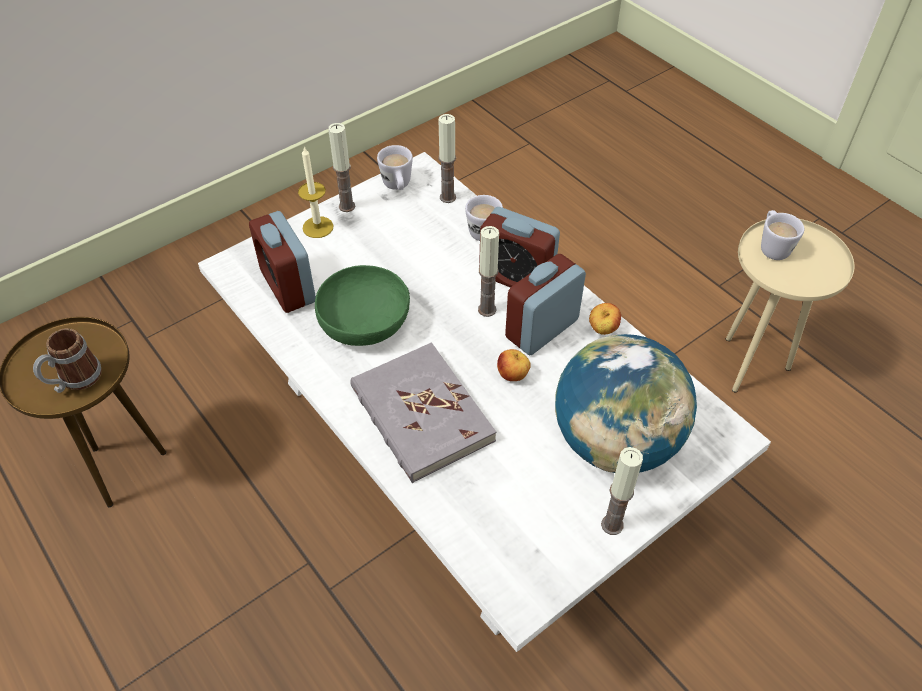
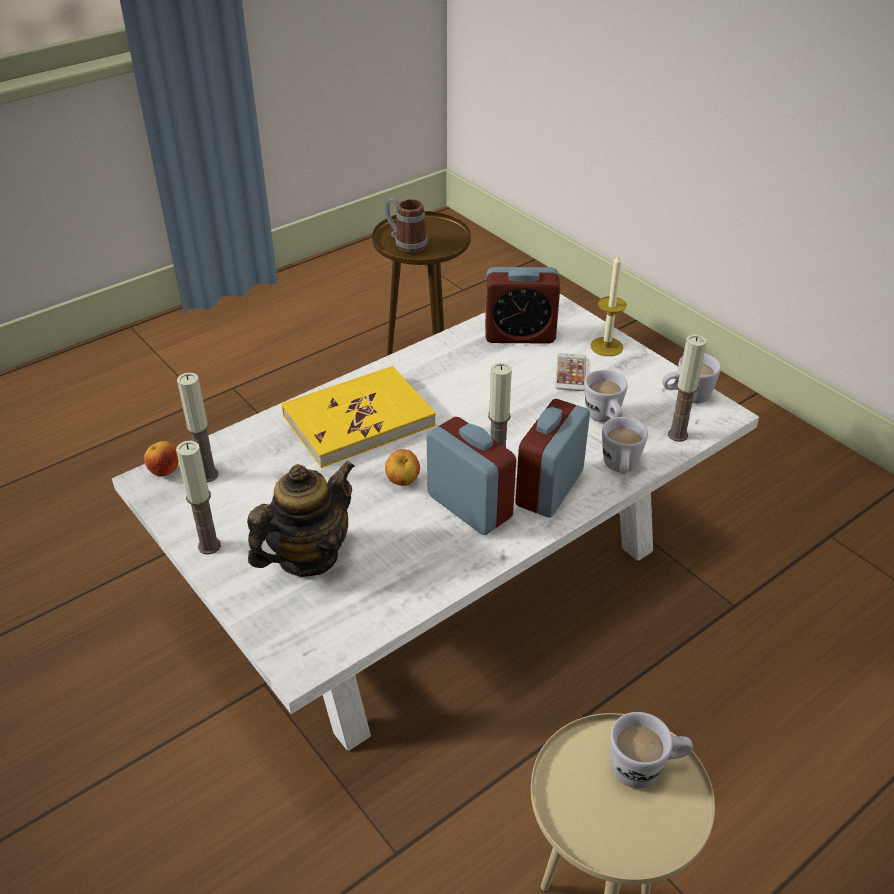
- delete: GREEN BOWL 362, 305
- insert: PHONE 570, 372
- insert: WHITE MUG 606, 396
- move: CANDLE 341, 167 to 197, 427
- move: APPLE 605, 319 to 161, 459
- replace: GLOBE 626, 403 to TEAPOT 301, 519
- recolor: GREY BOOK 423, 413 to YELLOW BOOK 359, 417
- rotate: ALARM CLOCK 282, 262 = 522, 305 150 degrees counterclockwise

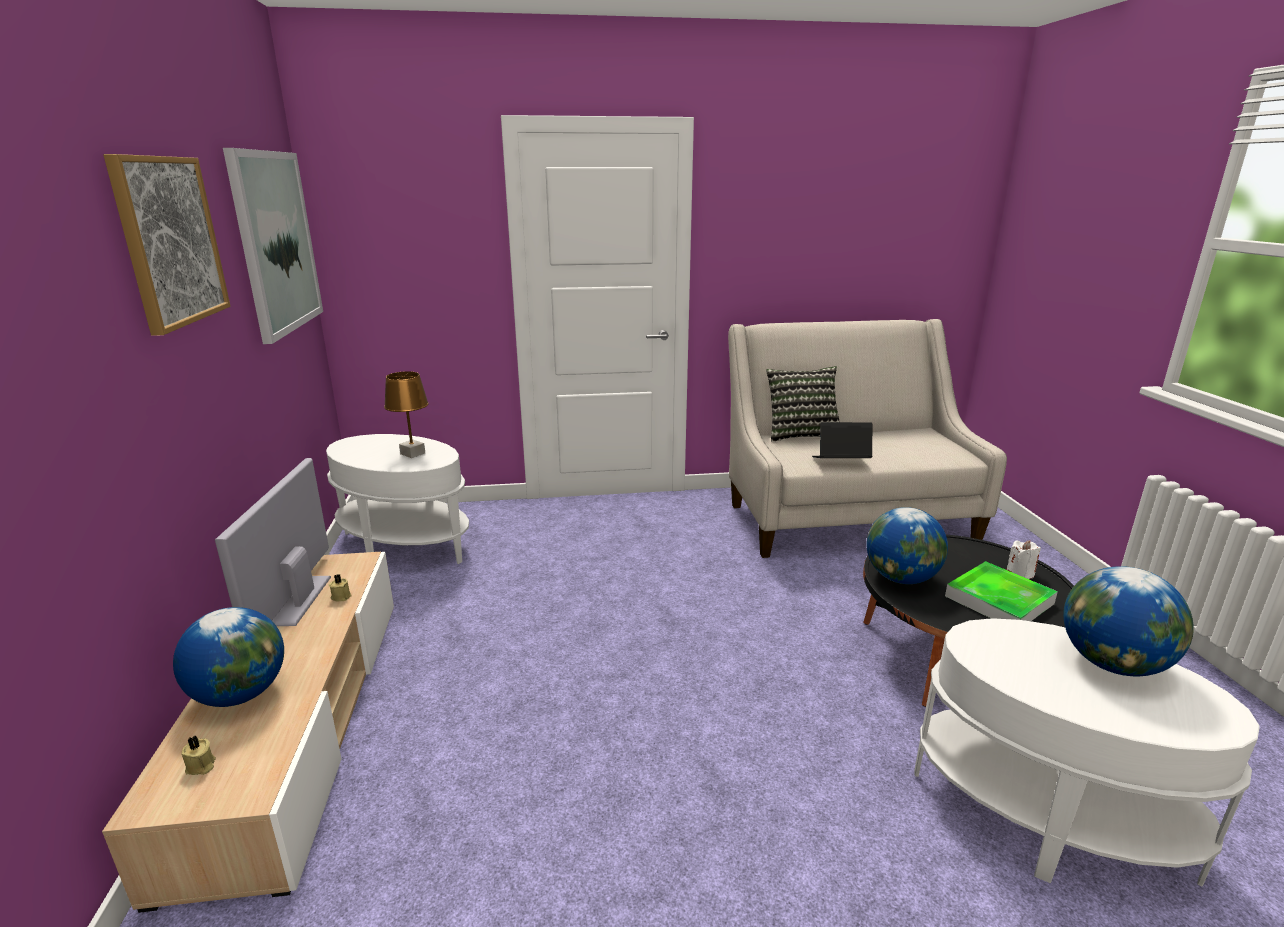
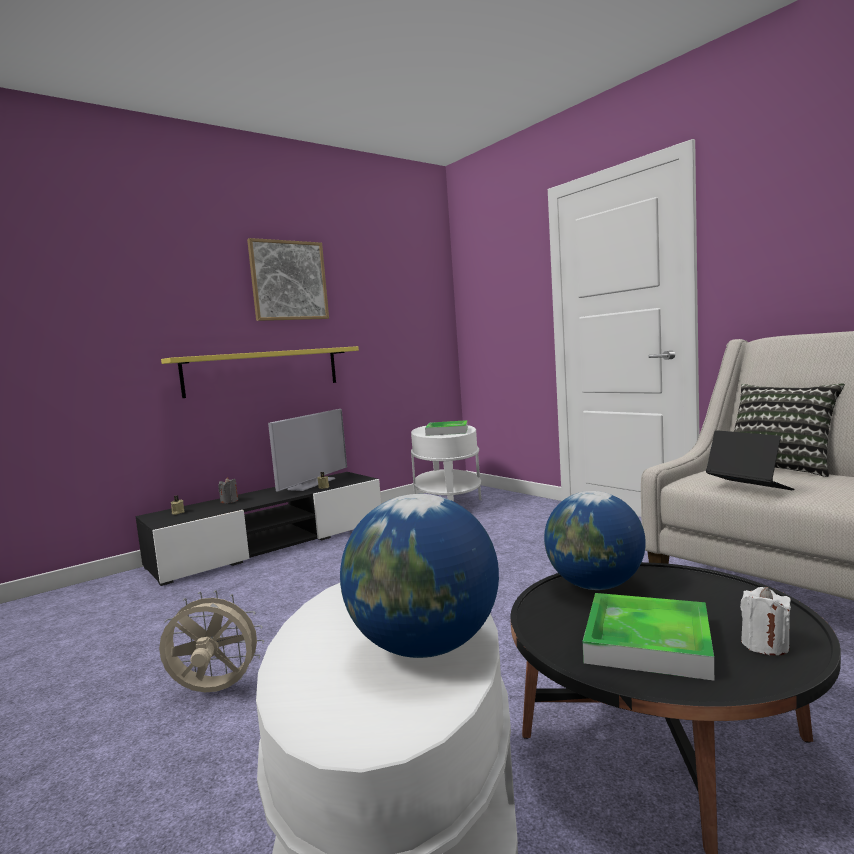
- delete: PICTURE 273, 246
- insert: BEIGE FAN 211, 641
- insert: YELLOW SHELF 260, 372
- replace: GLOBE 228, 657 to GREY CANDLE 228, 490
- replace: BROWN TABLE LAMP 406, 414 to TRAY 446, 428
- recolor: BEIGE TV STAND 248, 732 to BLACK TV STAND 258, 529
- rotate: TELEVISION 273, 542 = 307, 450 150 degrees clockwise

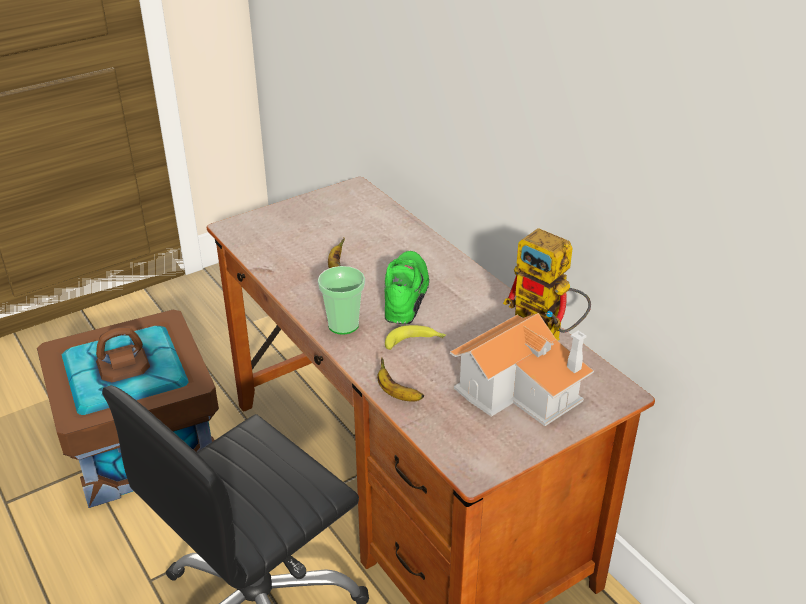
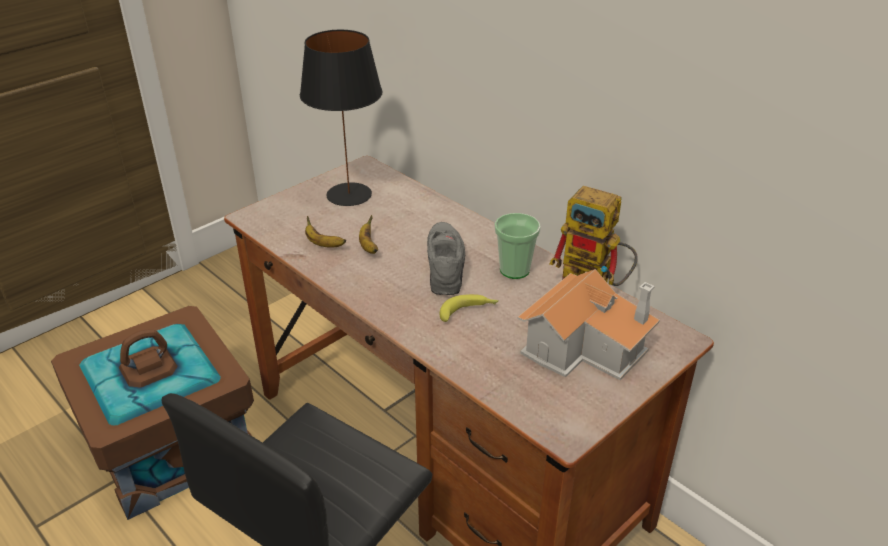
- insert: BLACK TABLE LAMP 341, 118
- move: CUP 341, 300 to 518, 246
- move: BANANA 400, 379 to 325, 232
- recolor: GREEN SHOE 406, 287 to GREY SHOE 446, 258

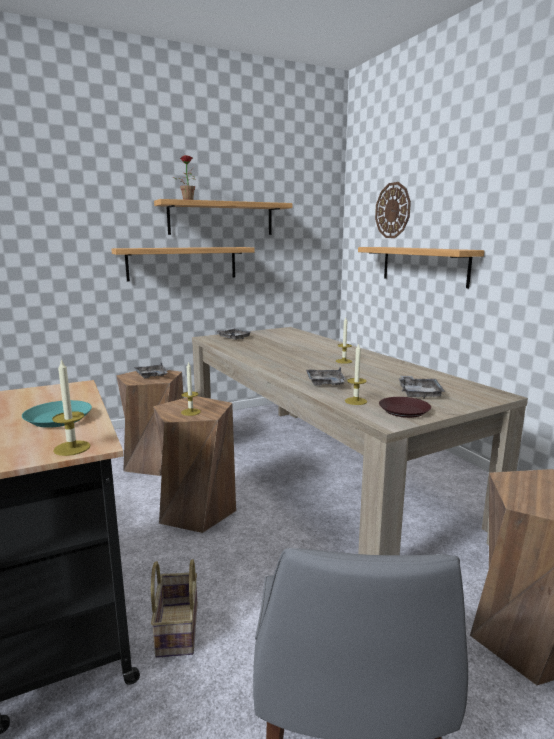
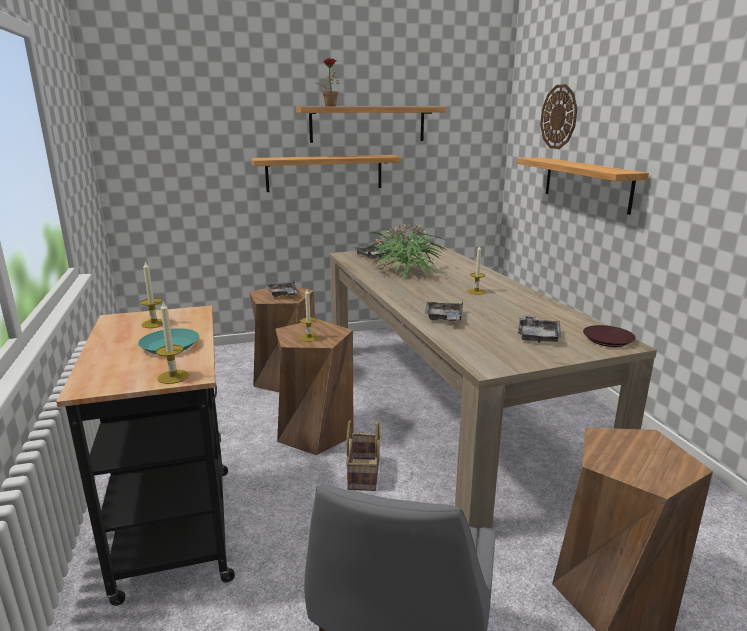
- insert: POTTED PLANT 404, 252
- move: BASKET 174, 608 to 363, 455
- move: CANDLE 356, 374 to 151, 295
- move: BROWN PLATE 405, 407 to 609, 336

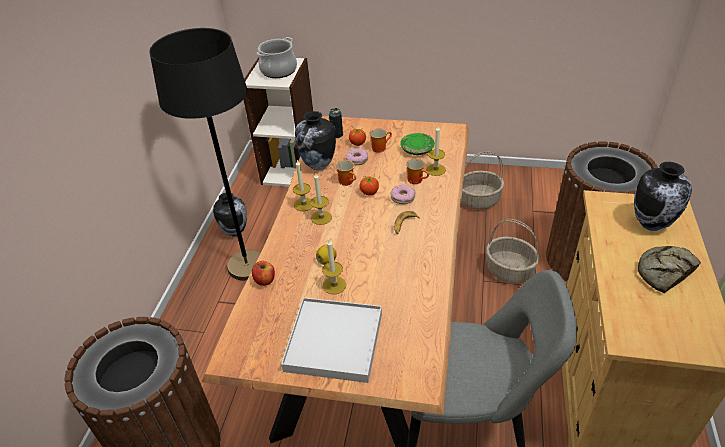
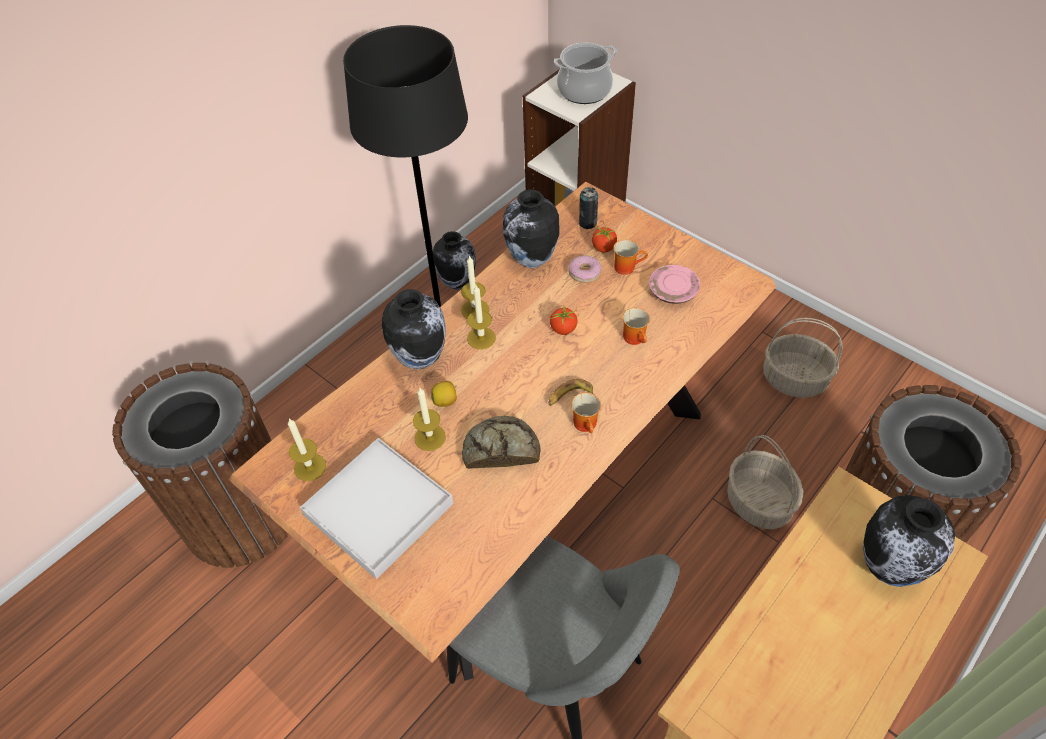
- delete: APPLE 263, 273
- delete: DONUT 403, 194
- insert: VASE 414, 329
- move: MUG 346, 173 to 586, 413
- move: CANDLE 436, 151 to 307, 449
- move: BREAD 669, 269 to 501, 442
- recolor: GREEN PLATE 417, 144 to PINK PLATE 674, 284

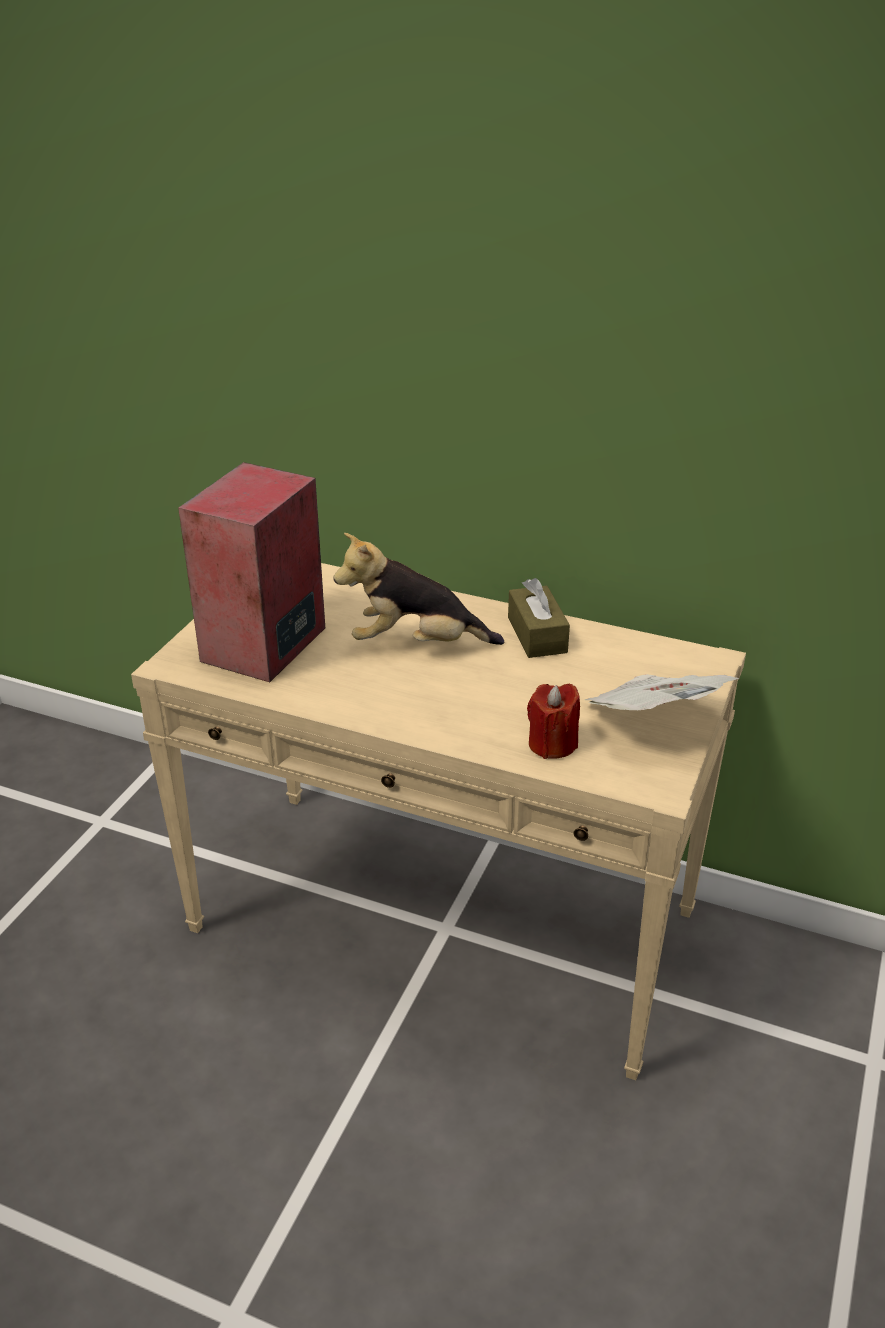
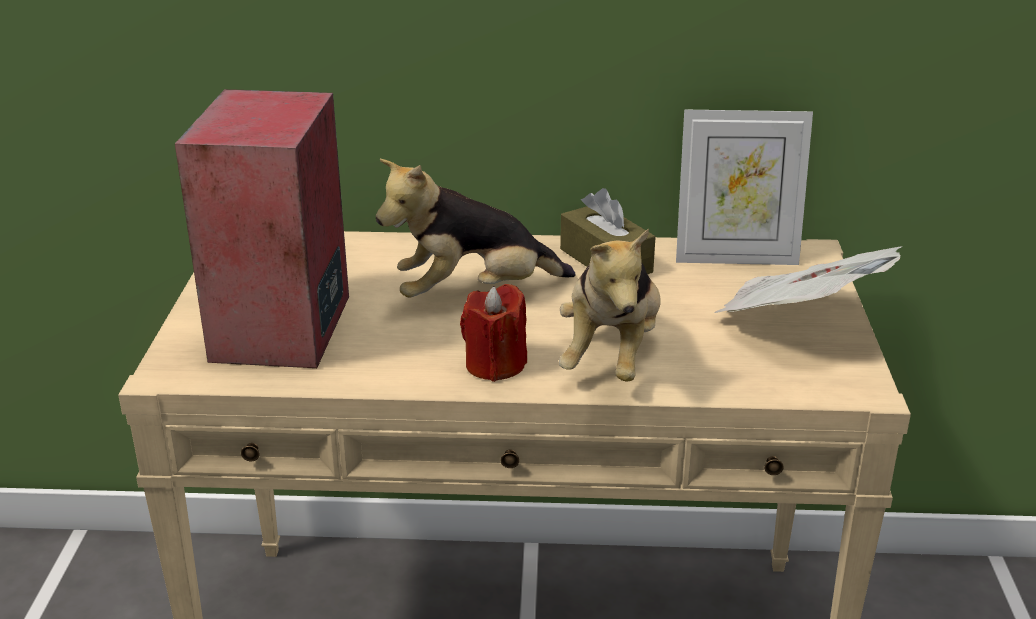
- insert: PLUSH TOY 610, 305
- insert: PICTURE FRAME 744, 187
- move: RED CANDLE 553, 721 to 493, 333

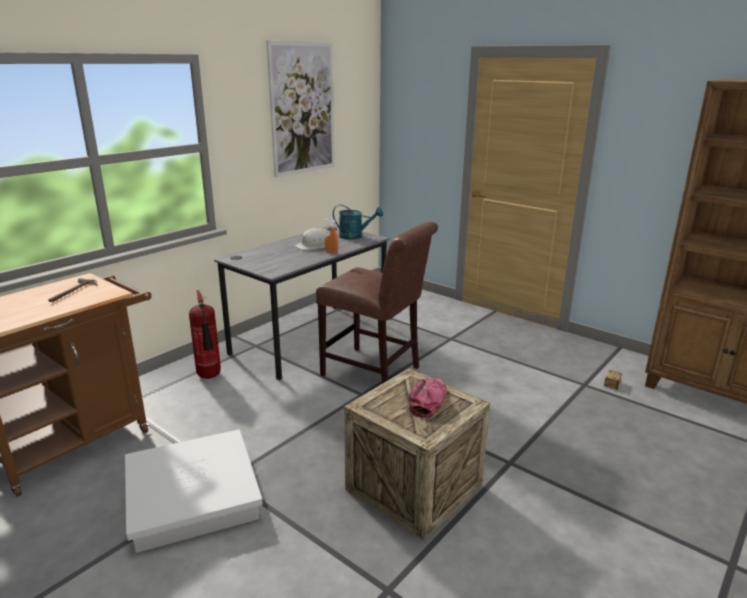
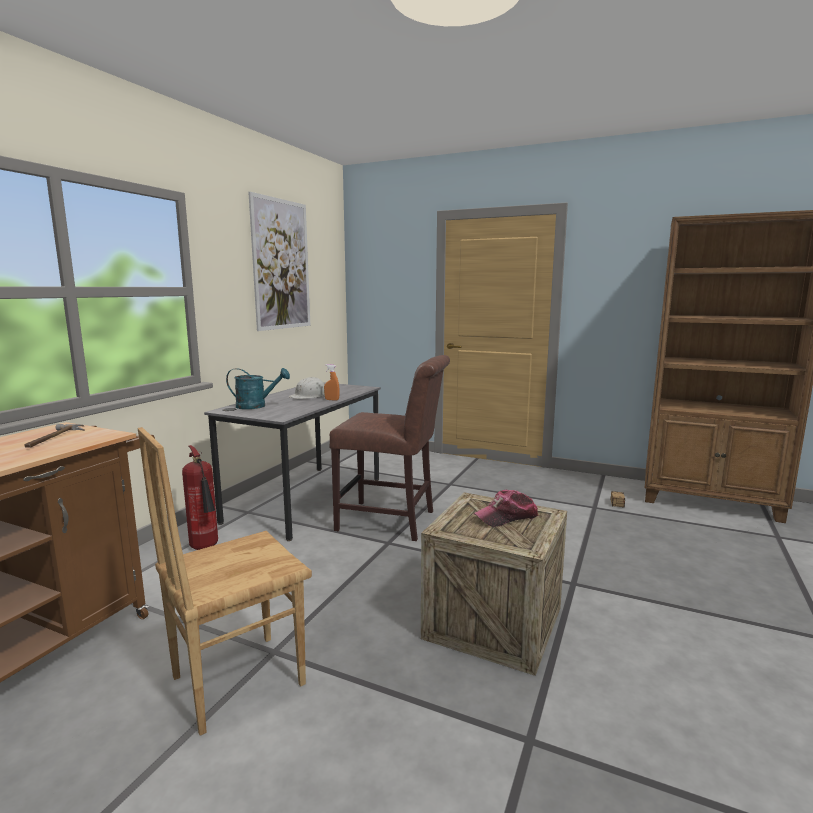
- move: TURQUOISE WATERING CAN 358, 222 to 258, 388
- replace: WHITE STORAGE BOX 194, 491 to BROWN CHAIR 225, 581
- rotate: CAP 428, 398 = 505, 508 120 degrees counterclockwise

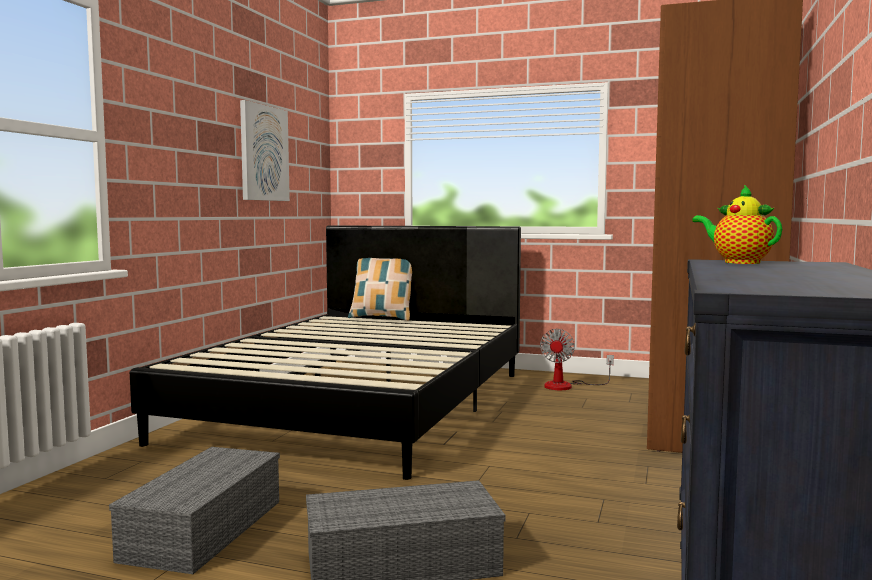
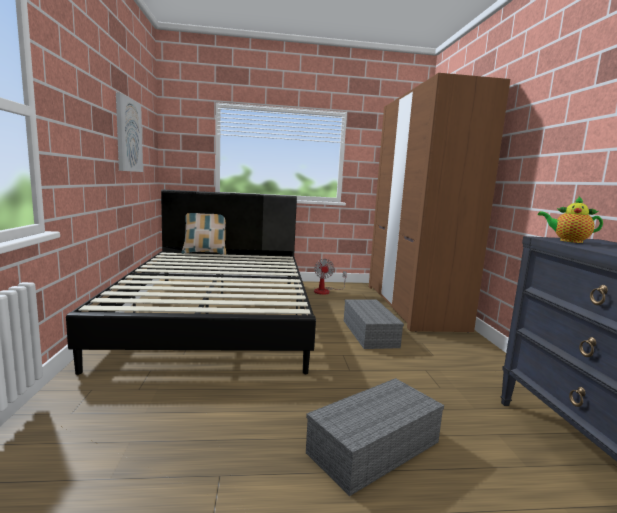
- move: GREY STORAGE BOX 194, 510 to 374, 324

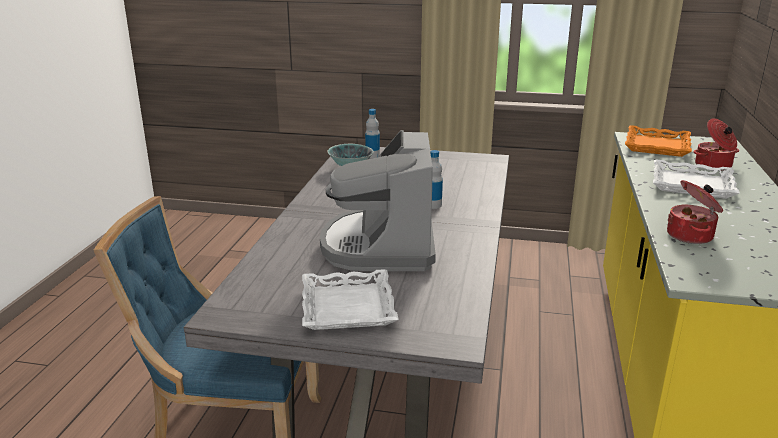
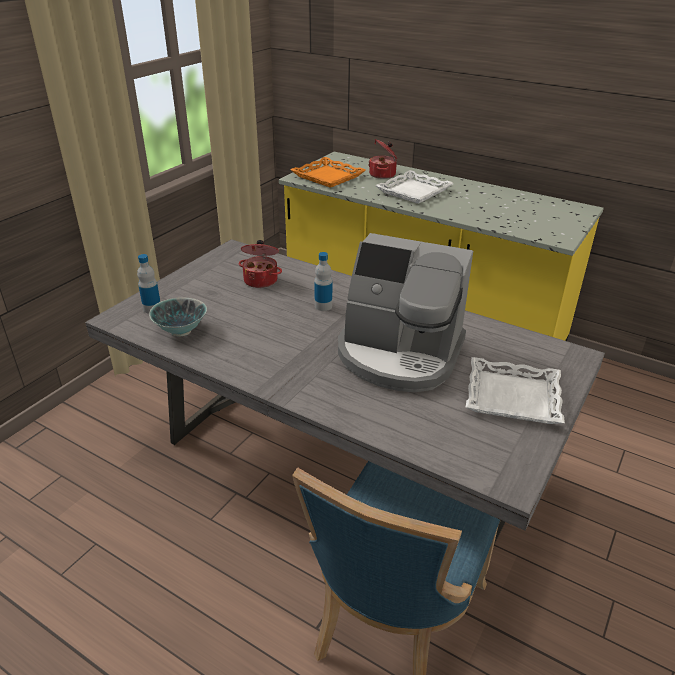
- move: COOKING POT 695, 212 to 260, 264

